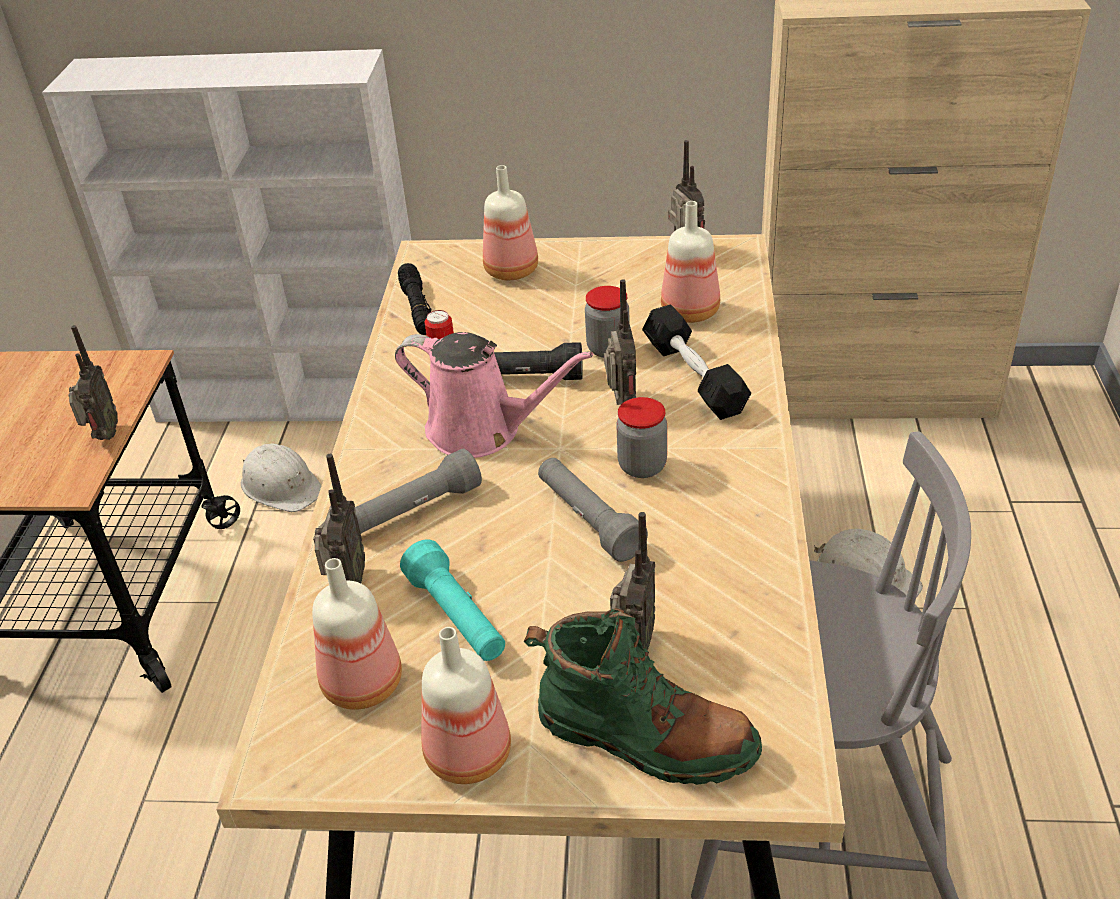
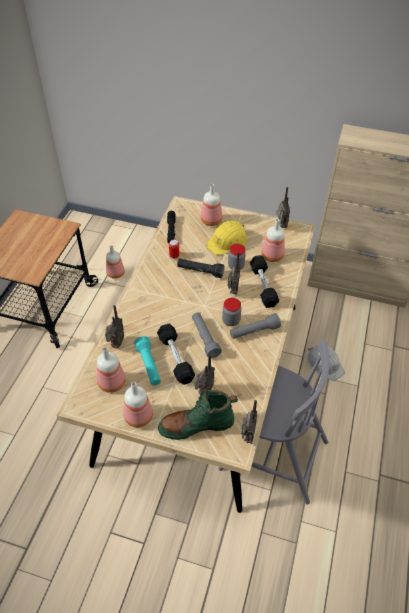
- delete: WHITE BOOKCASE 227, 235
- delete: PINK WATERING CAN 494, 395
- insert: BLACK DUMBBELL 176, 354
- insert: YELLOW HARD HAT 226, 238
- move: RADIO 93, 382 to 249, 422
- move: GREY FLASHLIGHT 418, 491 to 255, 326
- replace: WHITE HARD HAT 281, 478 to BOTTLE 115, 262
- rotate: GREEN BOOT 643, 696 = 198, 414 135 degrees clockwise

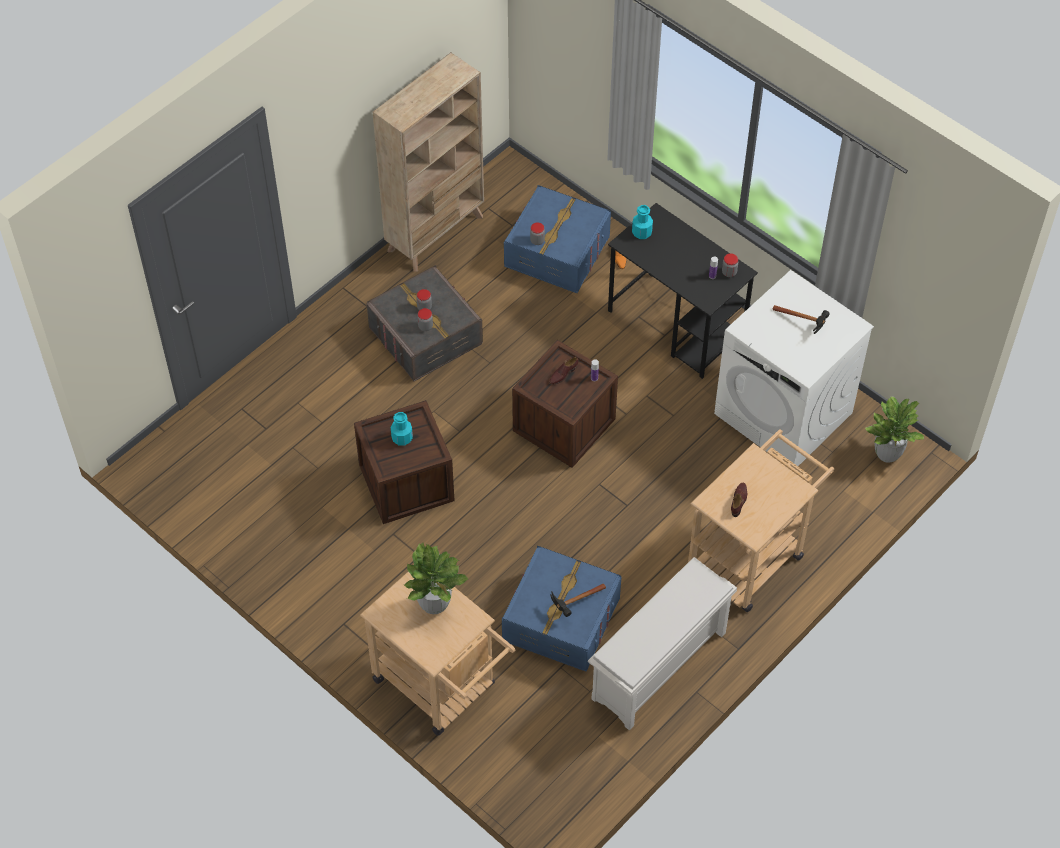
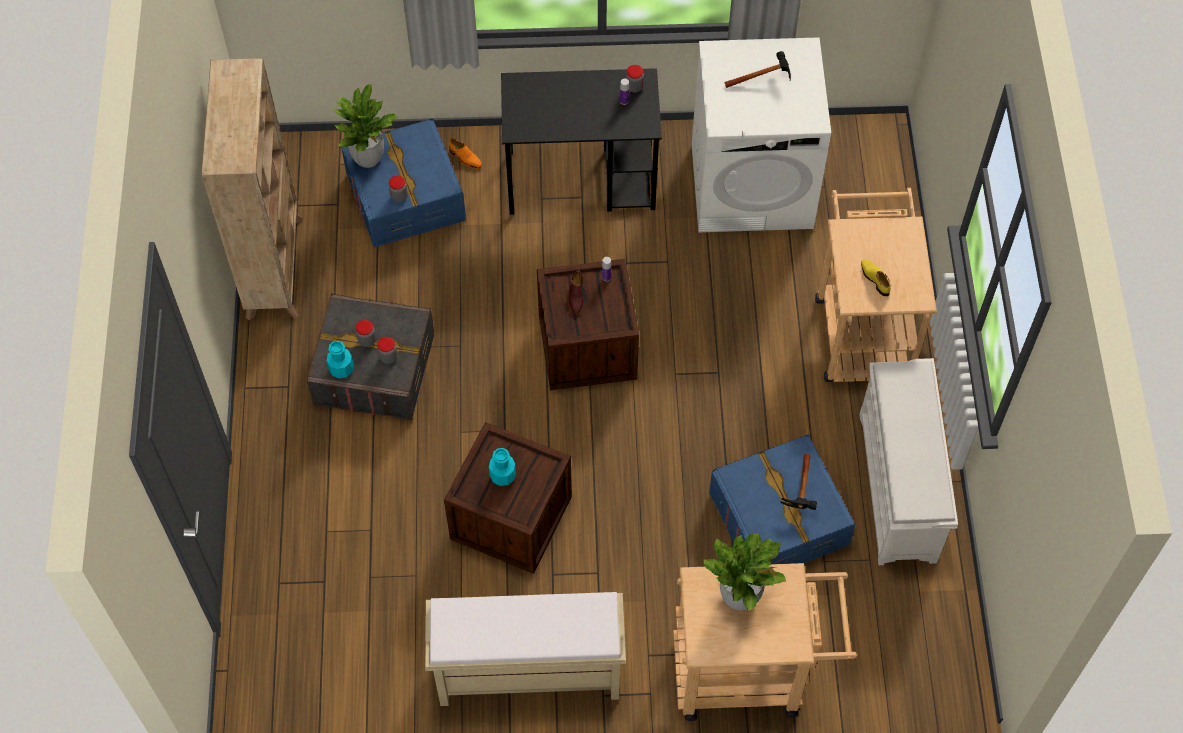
- insert: BEIGE BENCH 525, 649
- move: TURQUOISE BOTTLE 642, 222 to 340, 360
- move: POTTED PLANT 894, 430 to 365, 126
- recolor: BROWN SHOE 739, 500 to YELLOW SHOE 876, 278

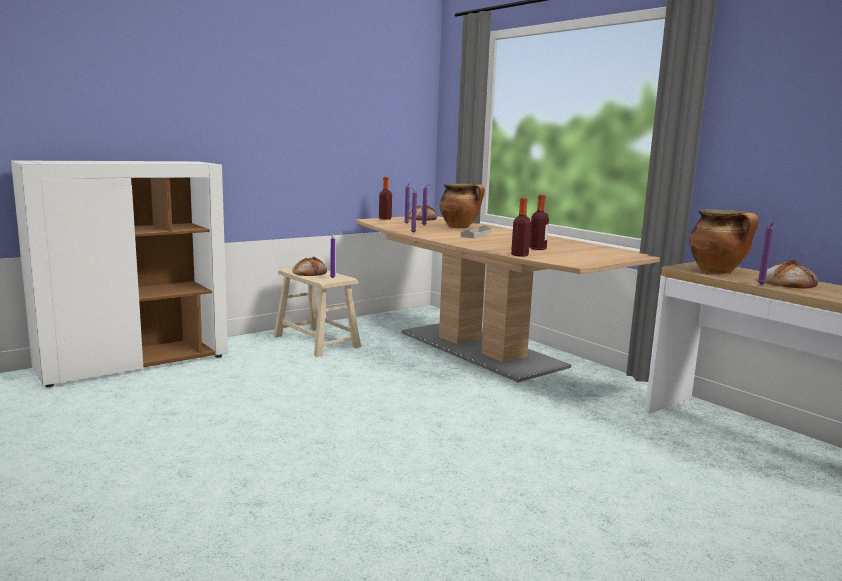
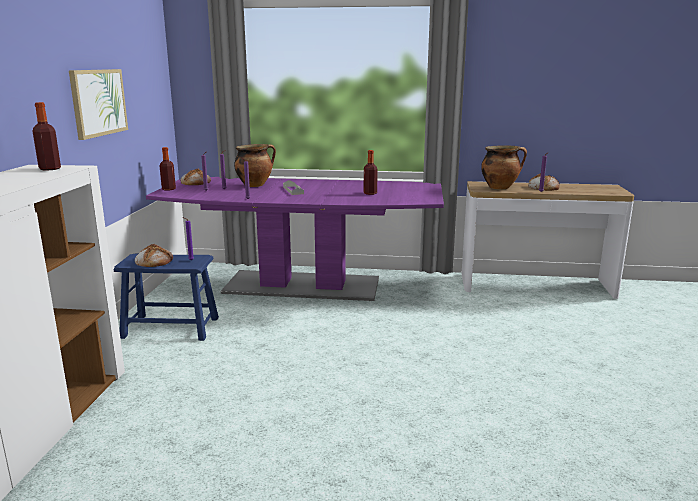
- insert: PICTURE 98, 104
- move: BOTTLE 521, 227 to 47, 136
- recolor: BEIGE STOOL 317, 312 to BLUE STOOL 166, 297
- recolor: BROWN DINING TABLE 508, 299 to PURPLE DINING TABLE 295, 239

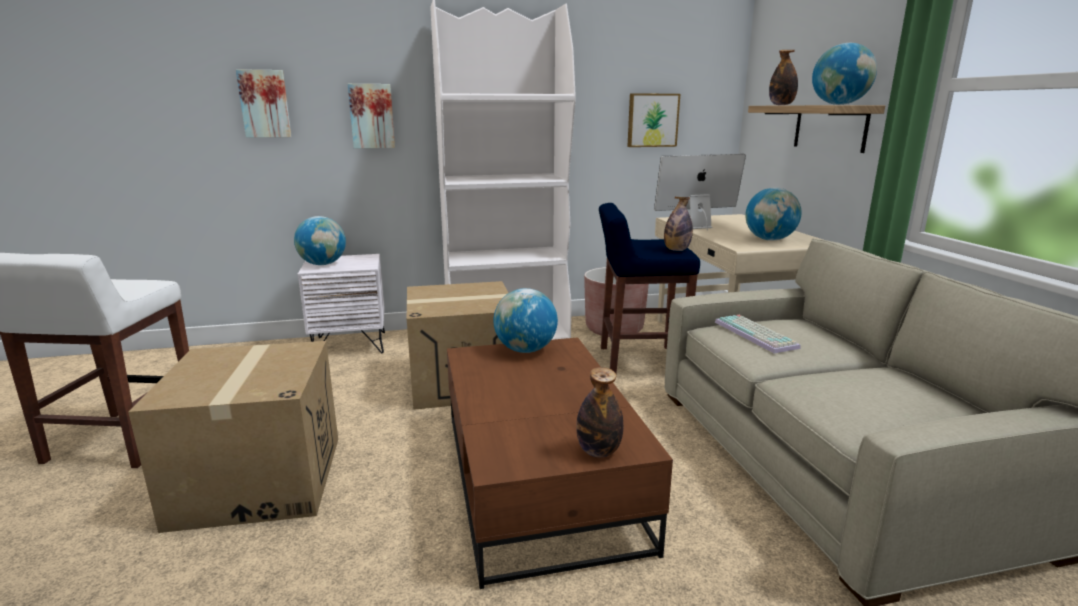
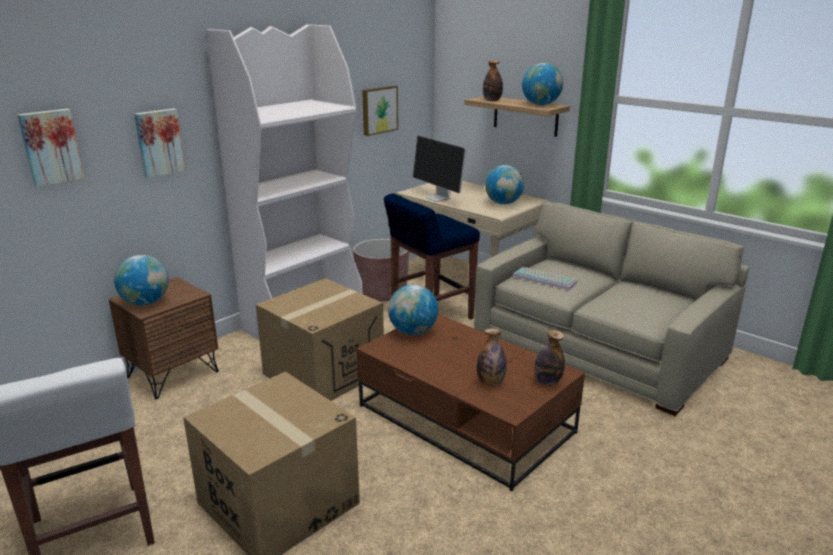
- move: BOTTLE 678, 224 to 492, 357
- recolor: WHITE NIGHTSTAND 341, 303 to BROWN NIGHTSTAND 164, 338
- rotate: MONITOR 700, 192 = 440, 169 75 degrees counterclockwise

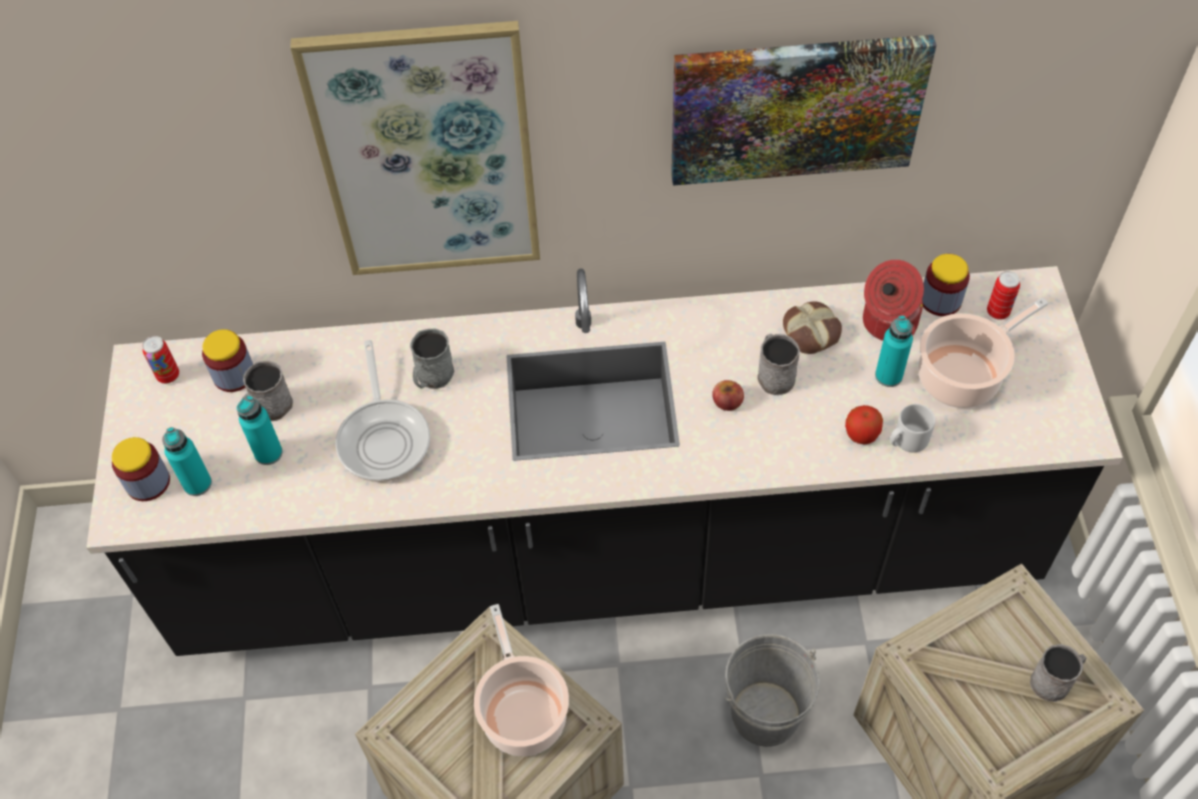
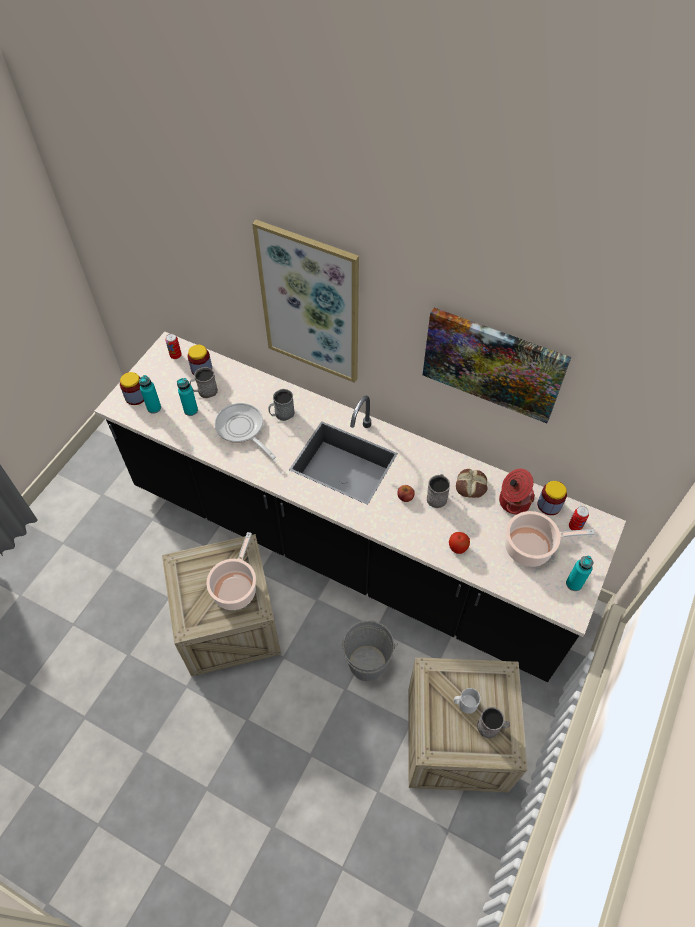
- move: TURQUOISE BOTTLE 894, 351 to 579, 573
- move: GREY MUG 912, 428 to 467, 701
- rotate: FRYING PAN 383, 411 = 245, 431 120 degrees clockwise

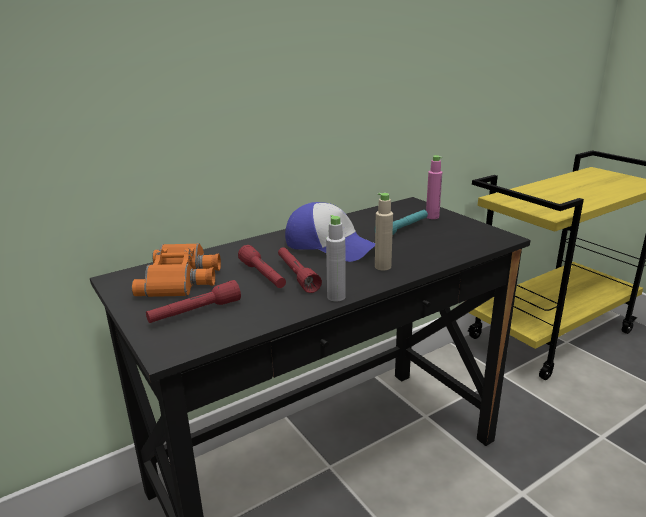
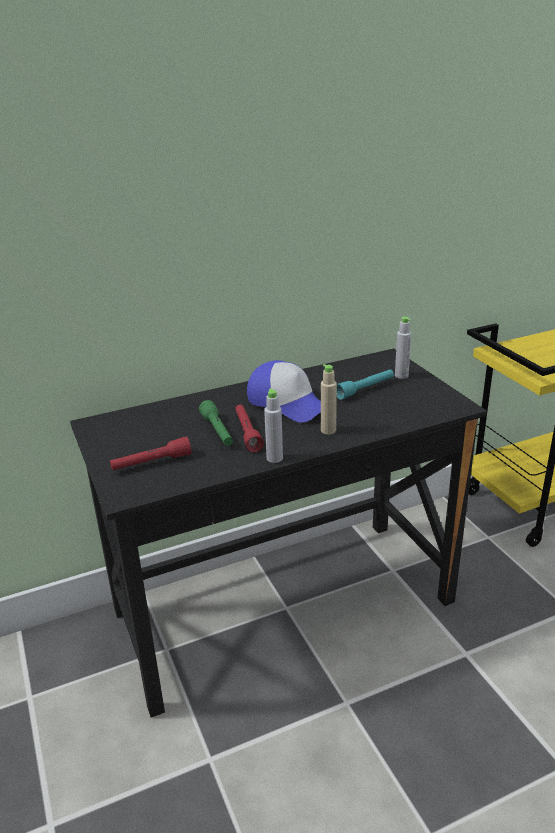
- delete: ORANGE BINOCULARS 176, 270
- recolor: RED FLASHLIGHT 262, 266 to GREEN FLASHLIGHT 216, 423
- recolor: PINK BOTTLE 434, 187 to GREY BOTTLE 403, 347

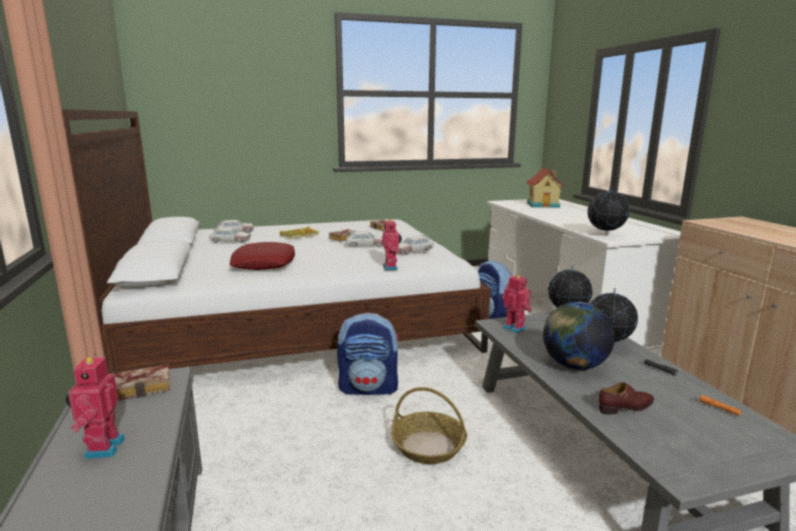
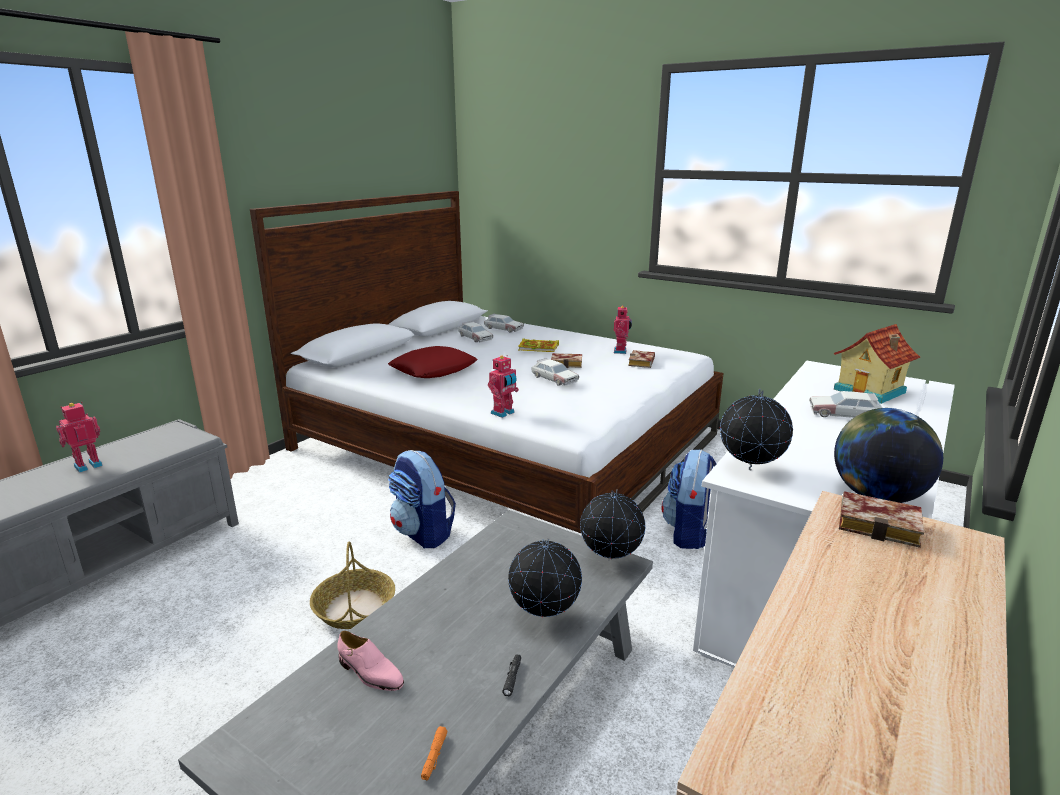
- move: BOOK 142, 382 to 881, 519
- move: TOY CAR 415, 245 to 845, 404
- move: TOY ROBOT 517, 303 to 623, 329
- move: GLOBE 579, 336 to 888, 455
- recolor: BROWN SHOE 626, 398 to PINK SHOE 370, 661

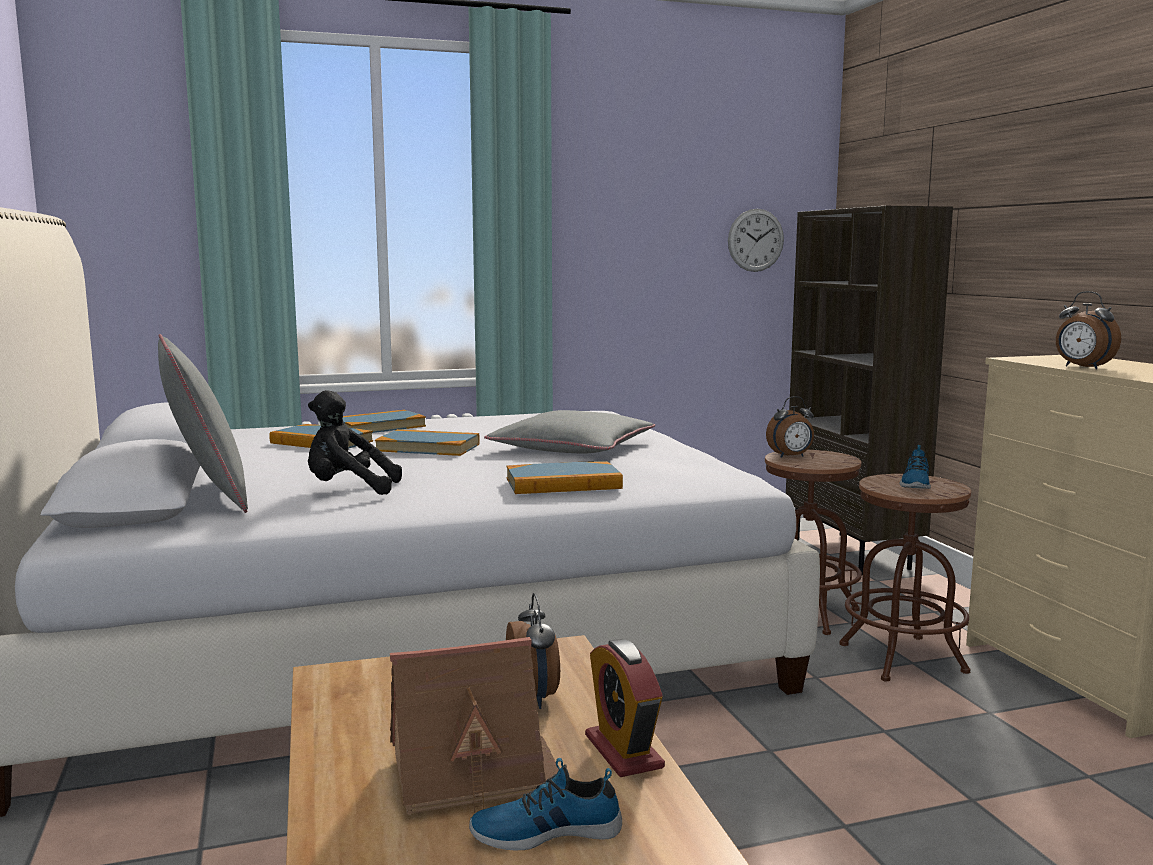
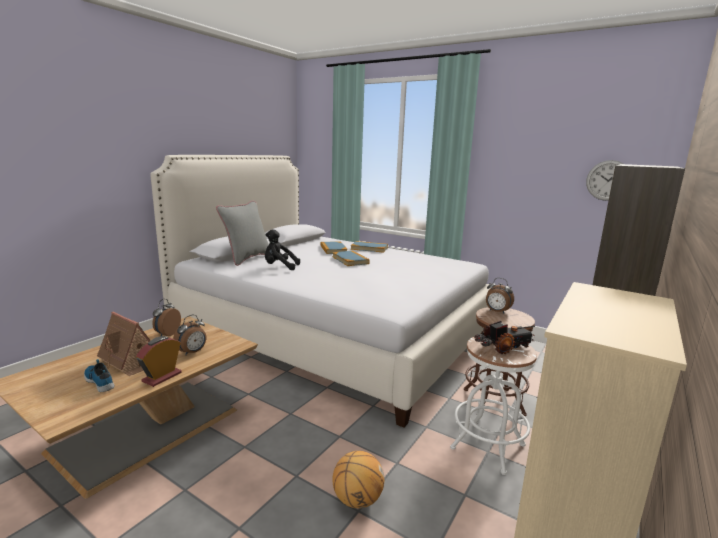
- delete: GREY PILLOW 569, 431
- delete: BOOK 564, 477
- insert: BASKETBALL 358, 480
- move: ALARM CLOCK 1088, 330 to 166, 317
- replace: SHOE 915, 467 to TOY TRUCK 504, 337
- recolor: BROWN STOOL 905, 578 to WHITE STOOL 493, 406
- rotate: BLACK PLUSH TOY 355, 442 = 282, 249 45 degrees counterclockwise

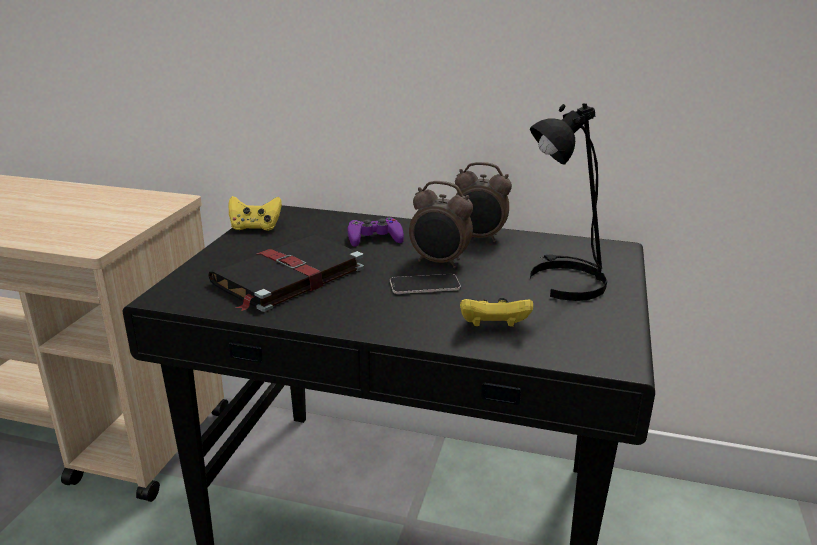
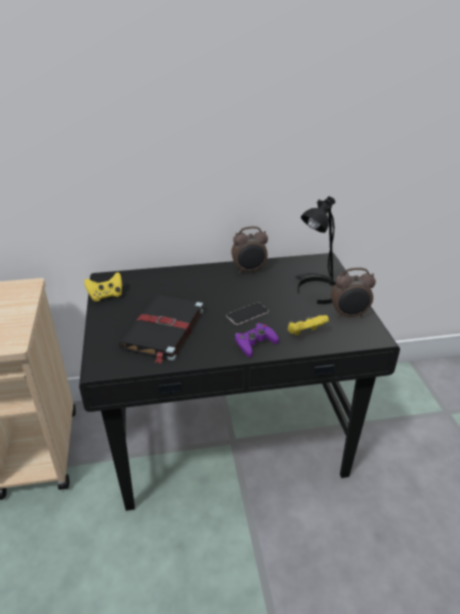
- move: PURPLE GAME CONTROLLER 375, 232 to 257, 340
- move: ALARM CLOCK 441, 224 to 353, 292

